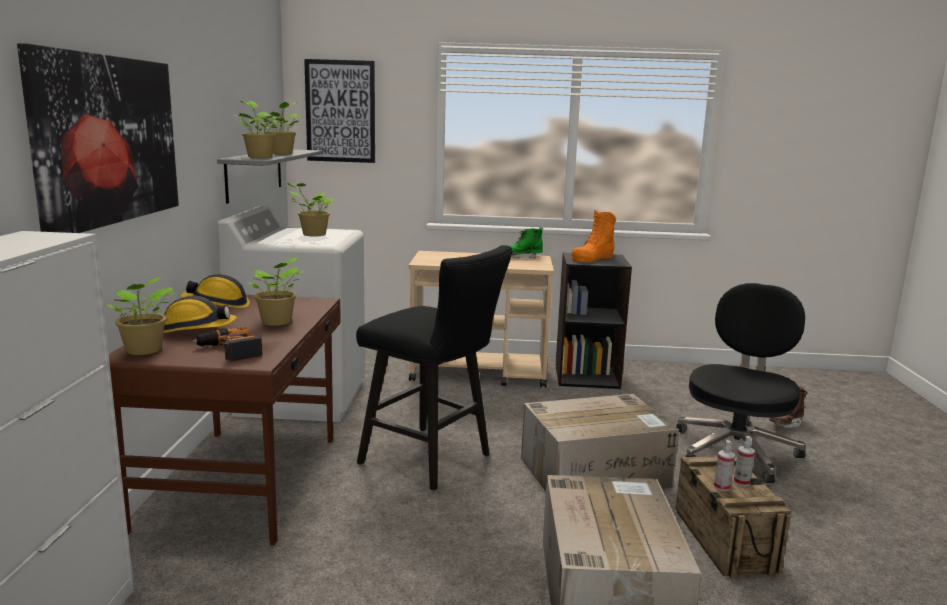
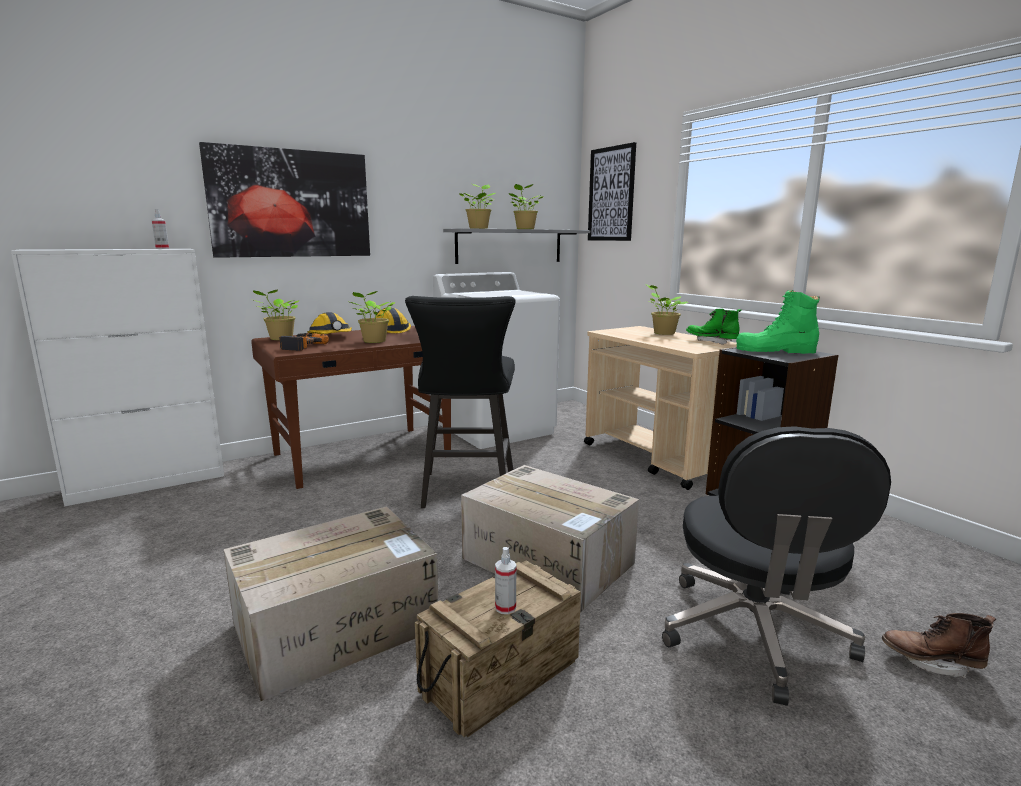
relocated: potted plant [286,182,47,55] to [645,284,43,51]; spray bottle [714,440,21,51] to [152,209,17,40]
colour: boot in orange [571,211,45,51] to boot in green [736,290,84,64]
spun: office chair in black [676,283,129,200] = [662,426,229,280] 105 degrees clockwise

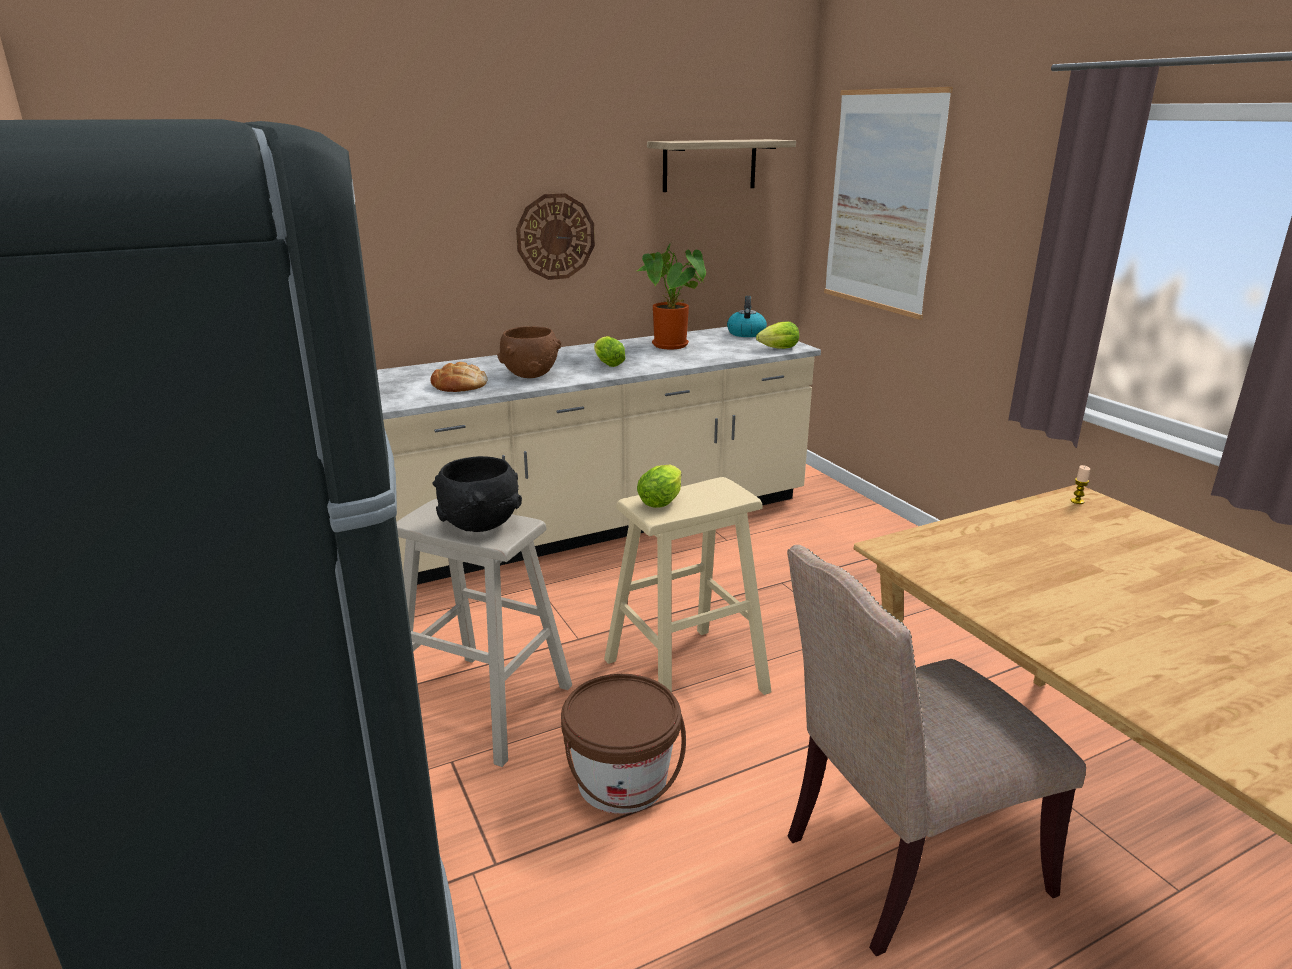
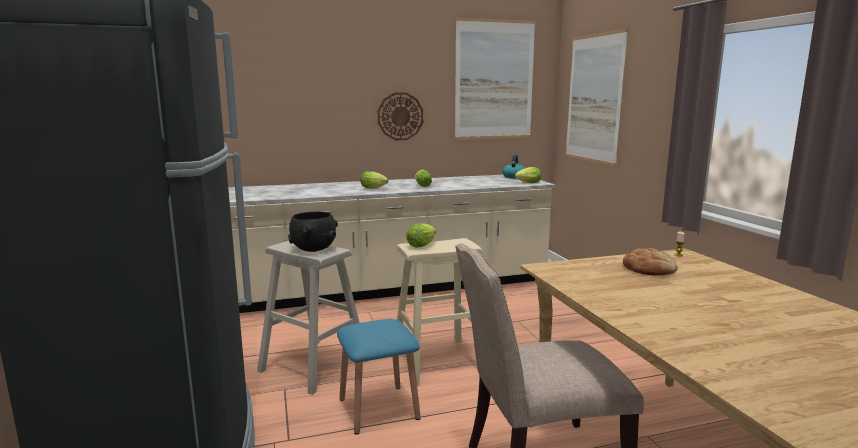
missing: potted plant [637,243,69,107]
relocated: bread [430,362,57,30] to [623,248,55,28]
exchanged: bowl in brown [497,326,64,52] to lettuce [361,171,27,18]; bucket in brown [561,674,125,140] to stool in blue [337,319,84,116]; shelf [647,139,149,53] to picture [454,18,82,121]

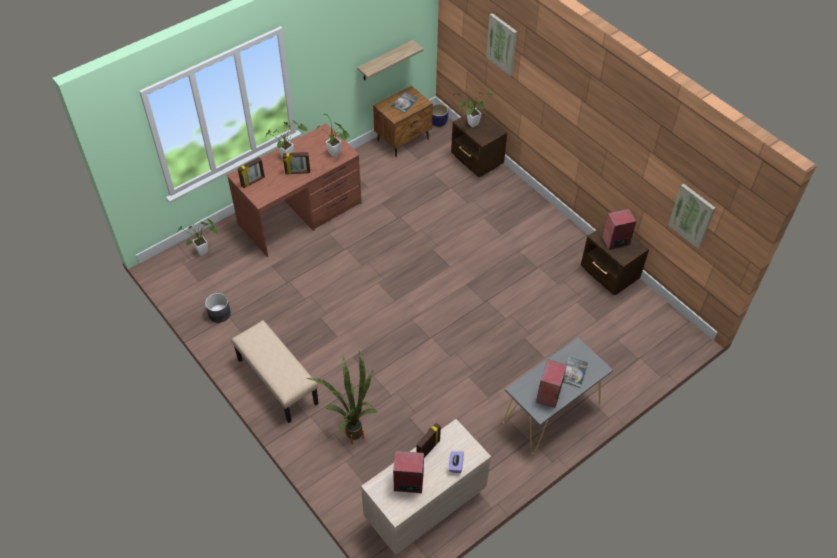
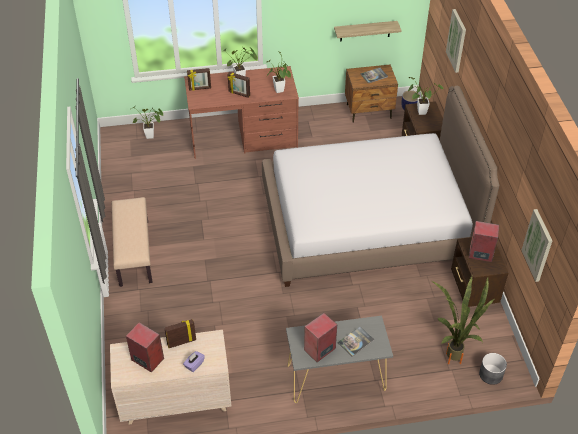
appeared: bed [262,86,237,201]
relocated: planter in grey [205,293,26,30] to [479,353,28,32]; potted plant [307,351,71,94] to [432,276,62,88]

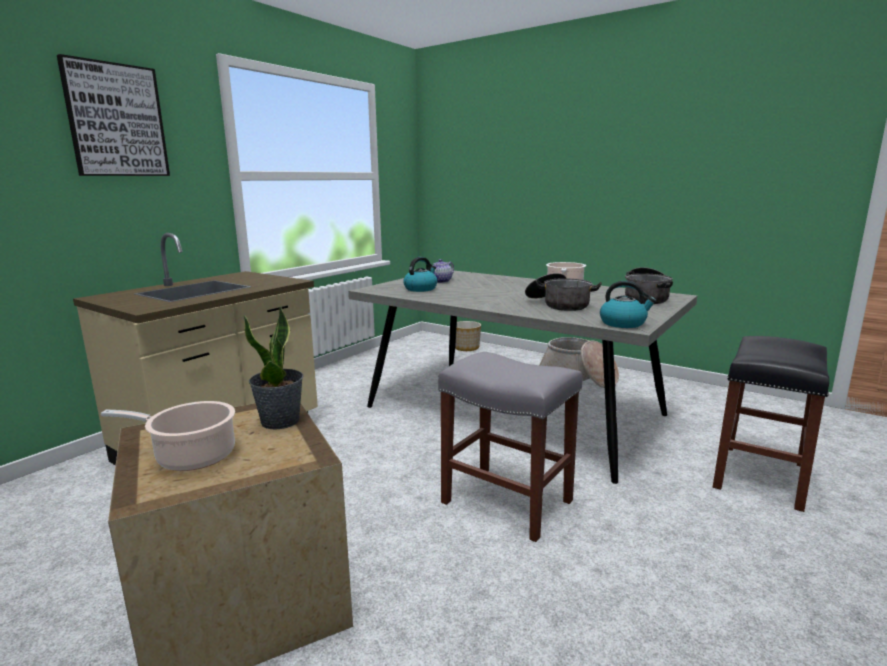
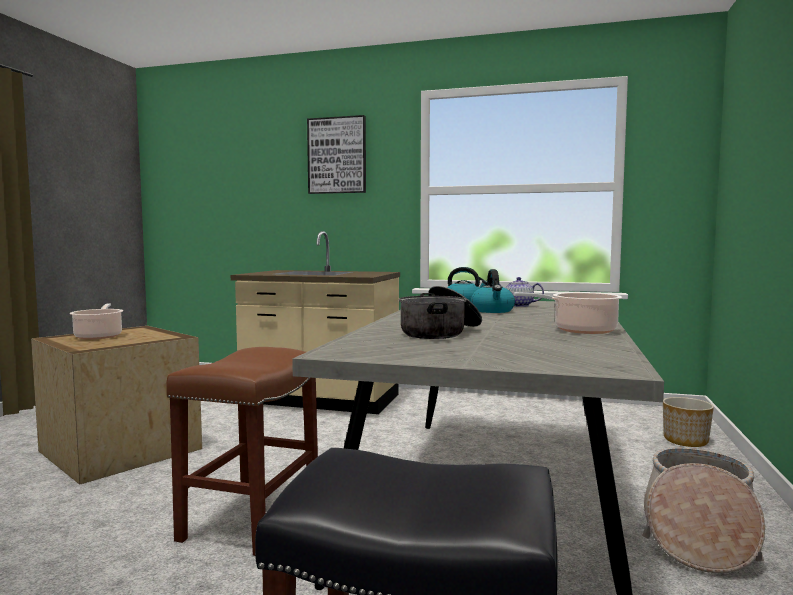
missing: potted plant [244,306,59,124]; cooking pot [625,267,48,37]
relocated: kettle [600,281,56,47] to [471,269,44,44]
colour: stool in grey [438,352,144,190] to stool in brown [166,347,152,209]

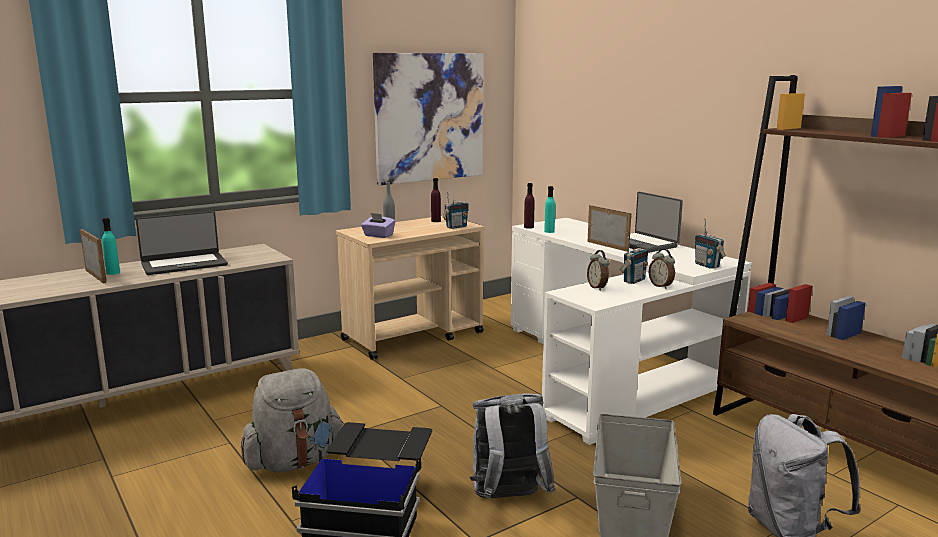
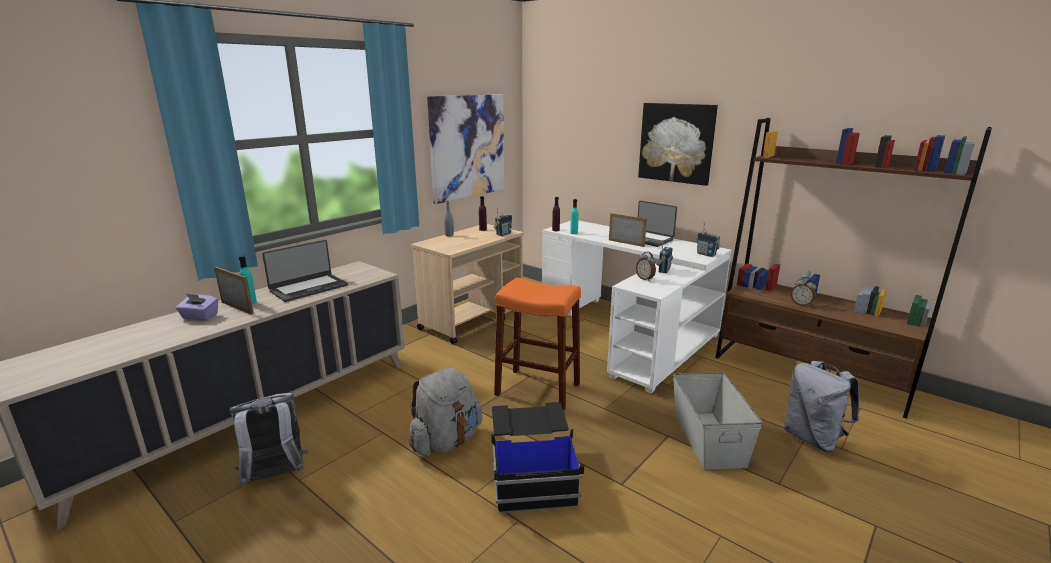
appeared: stool in orange [494,278,87,133]; picture [638,103,80,83]
relocated: tissue box in purple [361,213,34,25] to [176,294,42,26]; backpack in grey [470,393,86,106] to [230,393,78,94]; alarm clock [649,249,26,40] to [791,277,25,30]

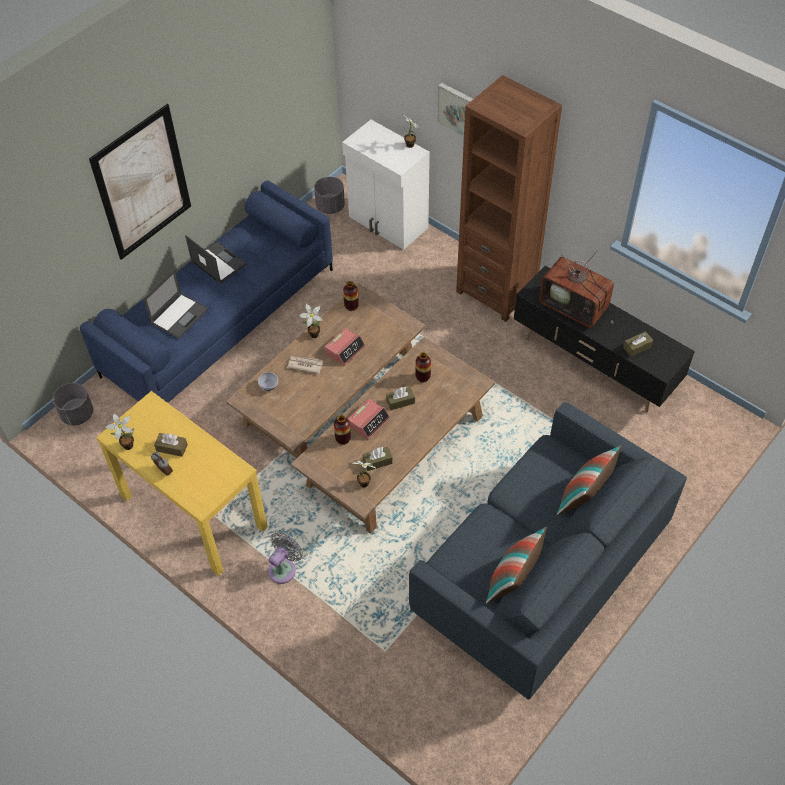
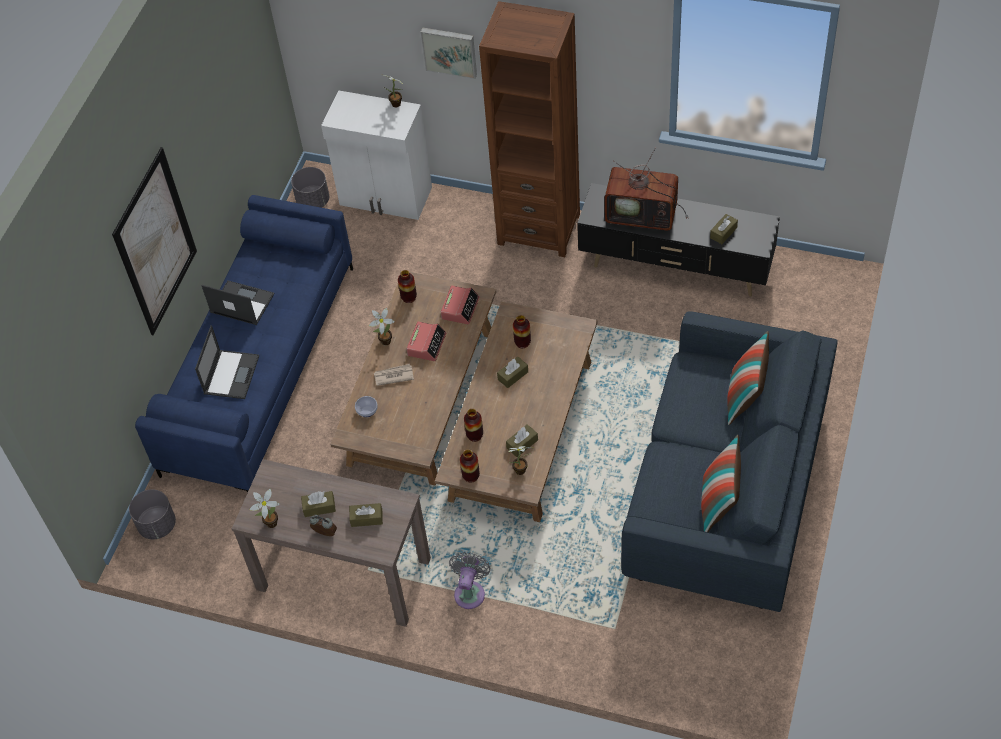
appeared: tissue box in brown [349,503,34,24]; vase [460,450,20,33]
relocated: alarm clock [348,399,42,40] to [441,286,39,38]
colour: console table in yellow [96,391,172,185] to console table in brown [232,459,199,168]

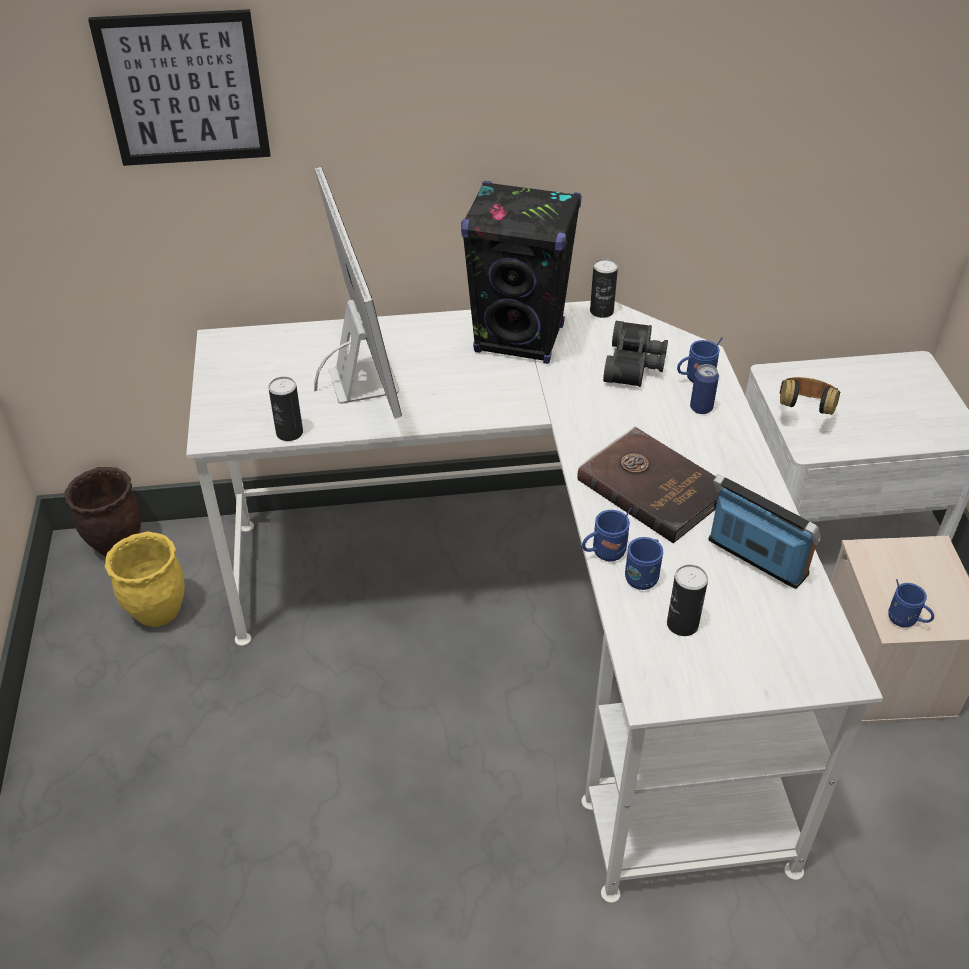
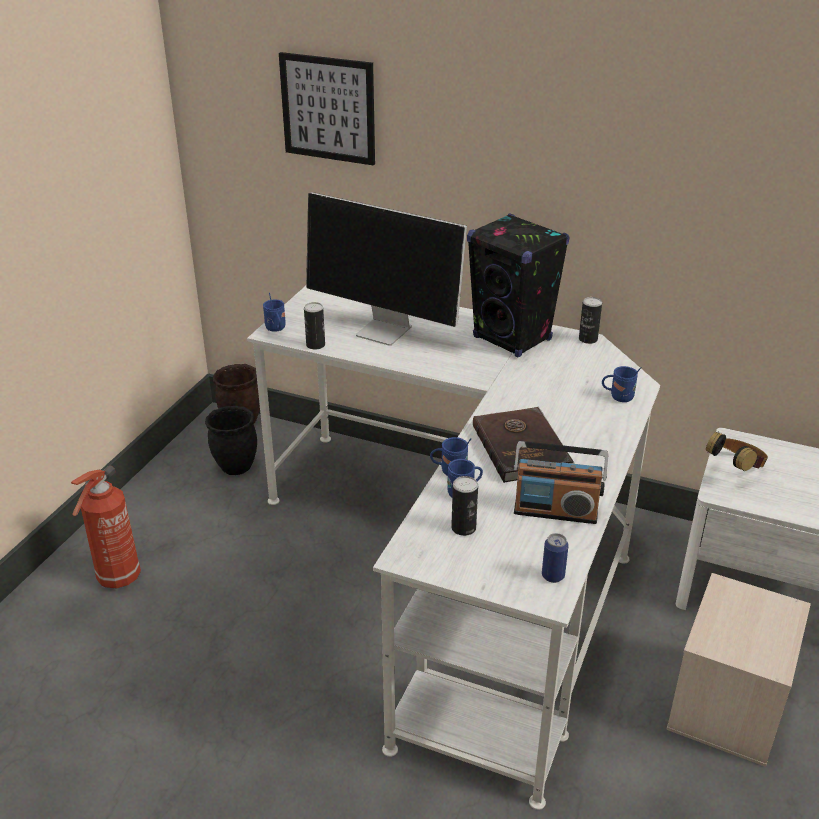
missing: binoculars in black [603,321,65,66]
appeared: fire extinguisher [71,465,70,123]
relocated: can [690,364,29,50] to [542,533,27,50]; mug in blue [888,579,46,48] to [263,293,23,39]
colour: planter in yellow [105,531,79,96] to planter in black [205,406,52,69]
spun: monitor [314,167,88,252] = [306,192,161,154] 105 degrees clockwise; radio [708,474,113,115] = [514,441,94,83] 120 degrees clockwise

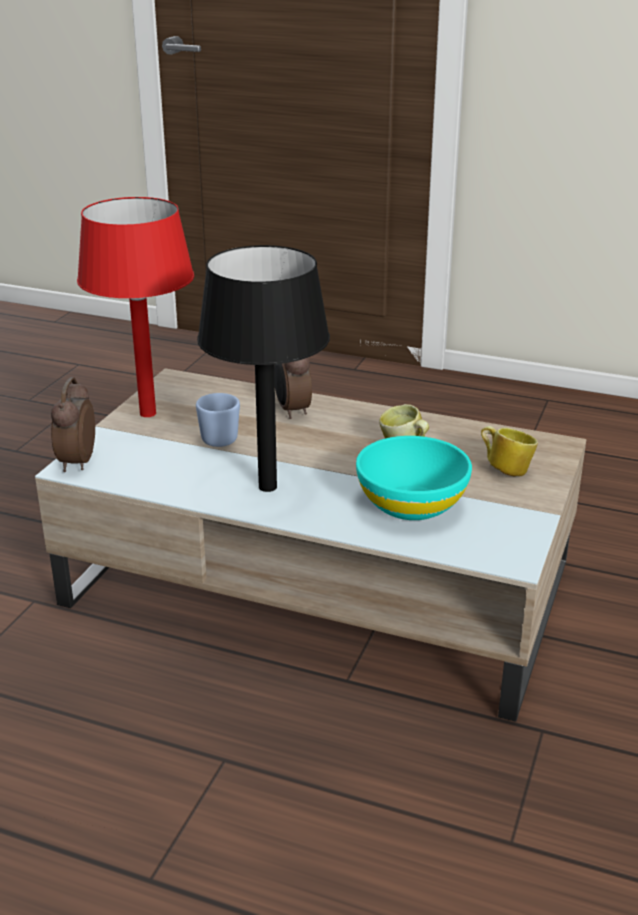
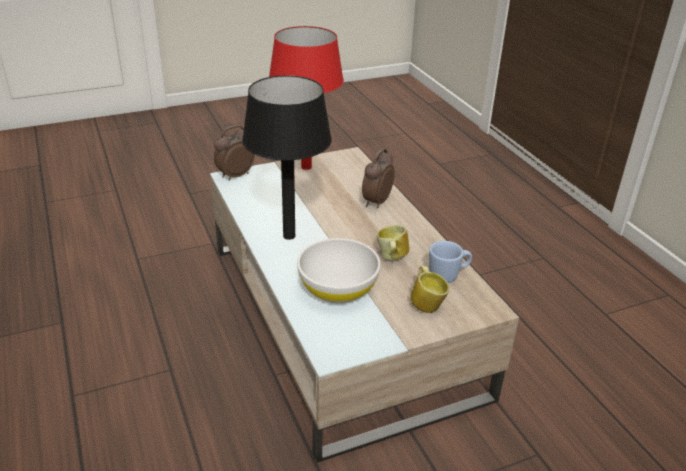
relocated: mug in blue [196,393,44,54] to [429,241,43,42]
colour: bowl in turquoise [356,436,116,84] to bowl in white [297,238,84,65]

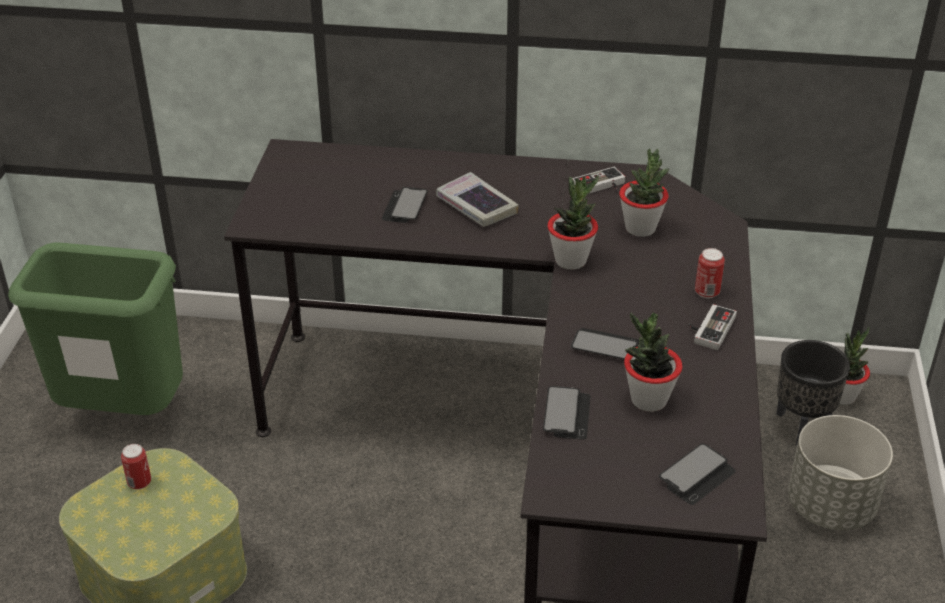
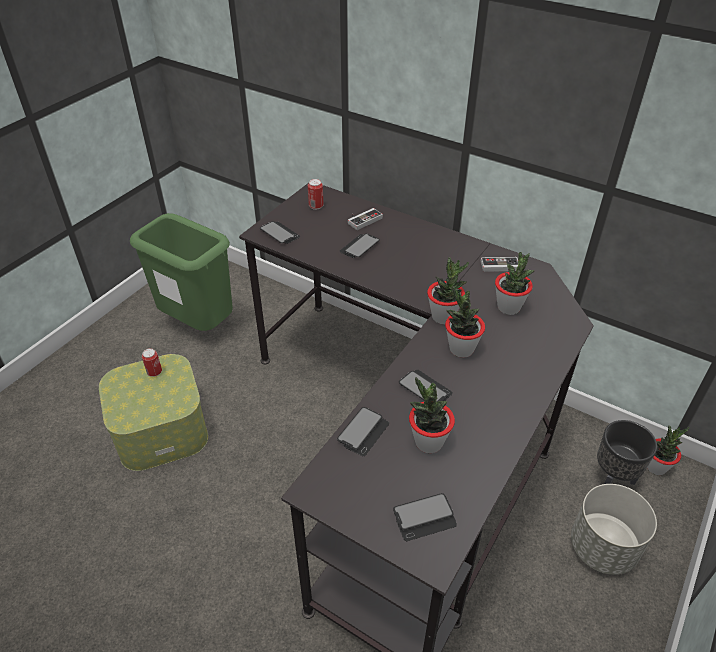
missing: book [436,172,82,55]
appeared: phone [260,221,40,23]; potted plant [445,286,40,72]
relocated: game controller [688,304,49,46] to [348,208,35,22]; can [695,248,30,50] to [308,179,16,31]

